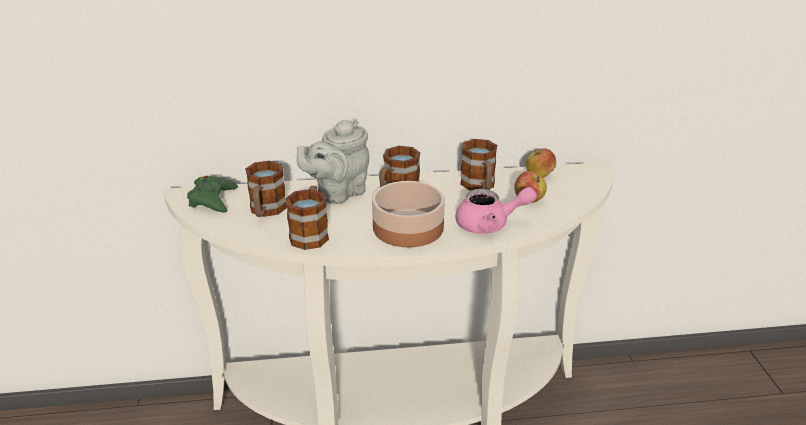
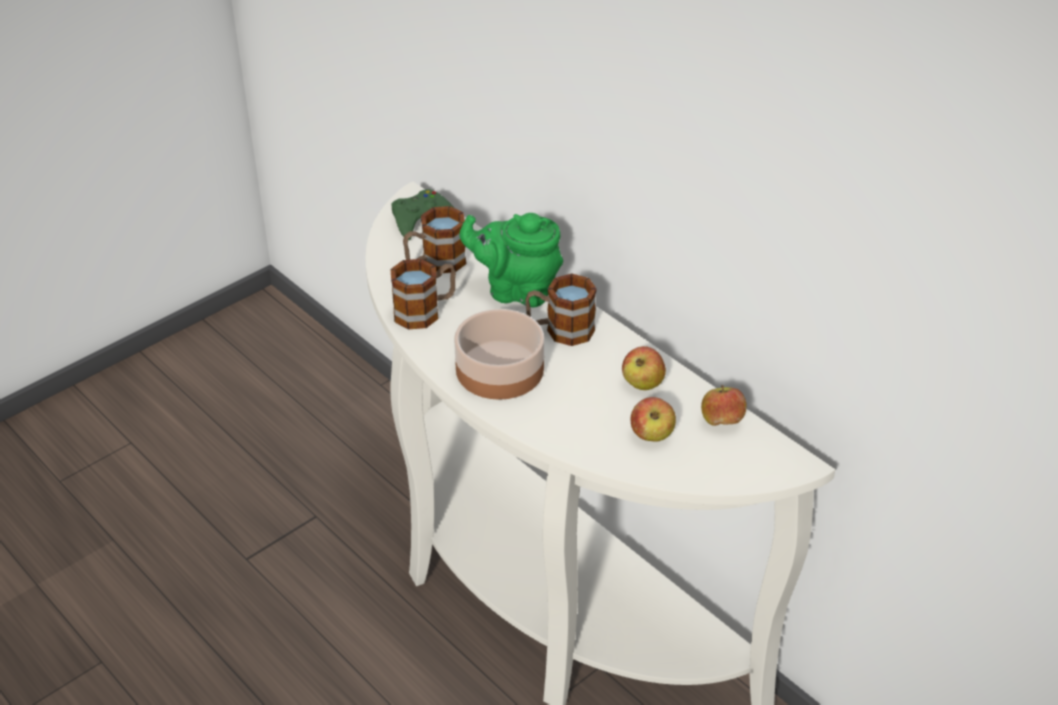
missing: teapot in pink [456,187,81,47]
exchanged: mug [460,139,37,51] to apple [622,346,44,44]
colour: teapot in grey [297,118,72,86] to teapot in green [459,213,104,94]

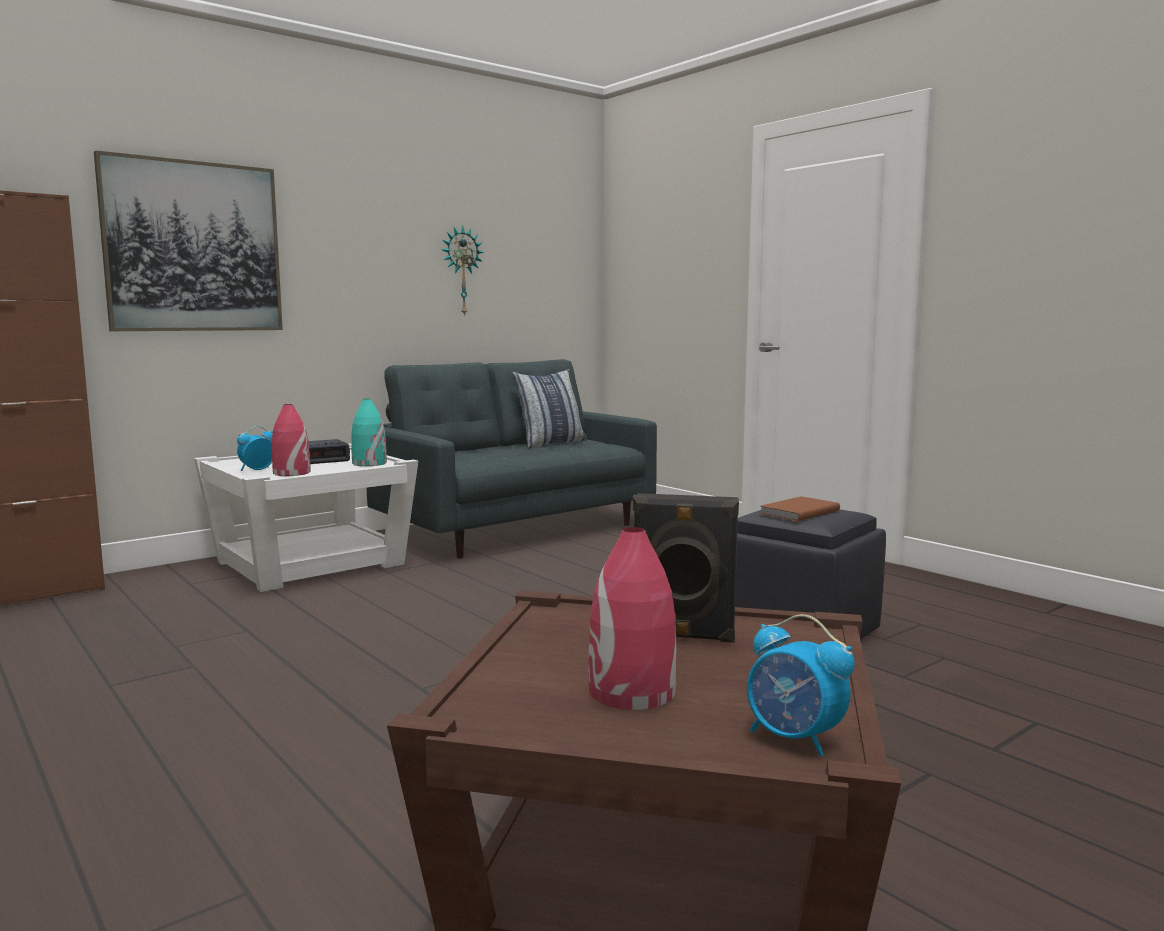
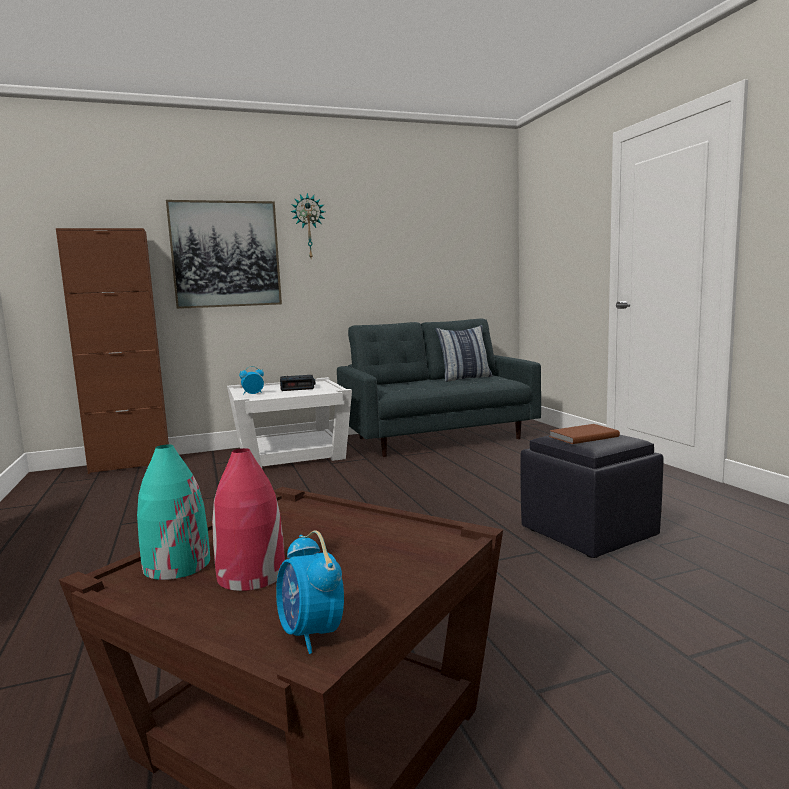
missing: vase in red [272,404,39,72]; speaker in black [633,493,106,150]
relocated: vase in turquoise [351,399,36,67] to [137,444,73,136]; wall clock [442,226,42,91] to [290,193,35,65]

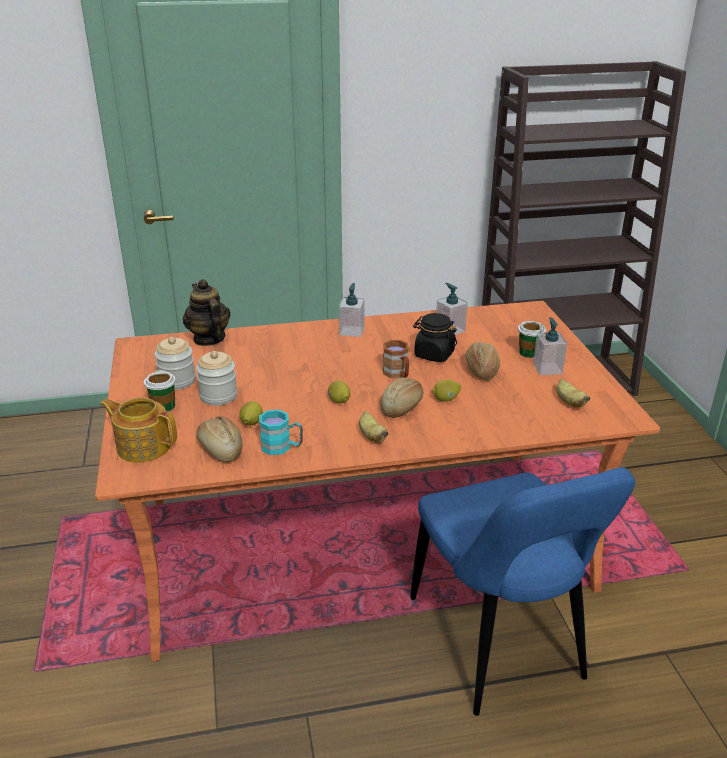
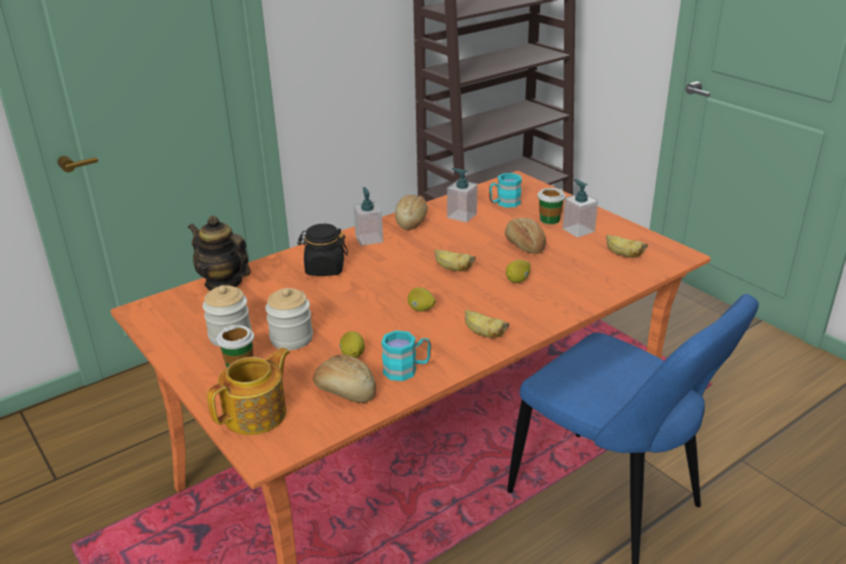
appeared: mug in turquoise [489,173,33,35]
relocated: bread [381,378,42,40] to [395,195,33,35]; jar in black [413,313,44,49] to [297,224,51,52]
exchanged: mug in brown [383,340,26,38] to banana [434,249,42,22]
spun: teapot [100,397,77,66] = [207,348,83,87] 135 degrees clockwise

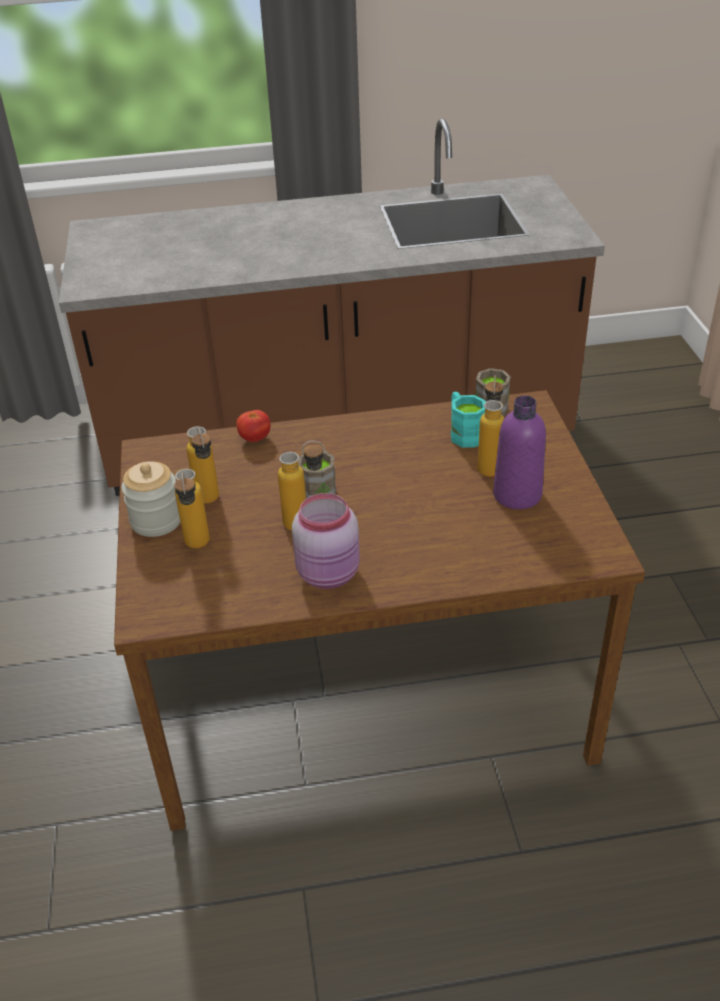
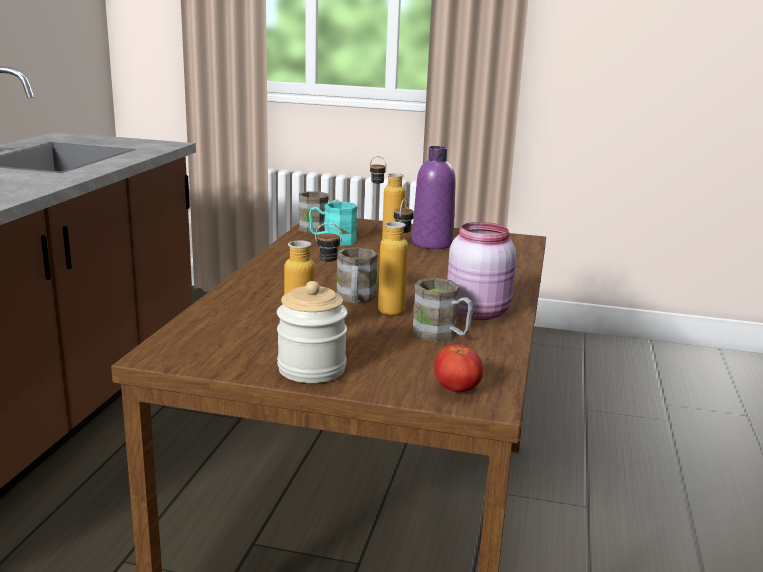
missing: bottle [174,469,36,79]
appeared: mug in brown [412,278,61,64]
relocated: tomato [236,410,34,32] to [434,344,49,48]

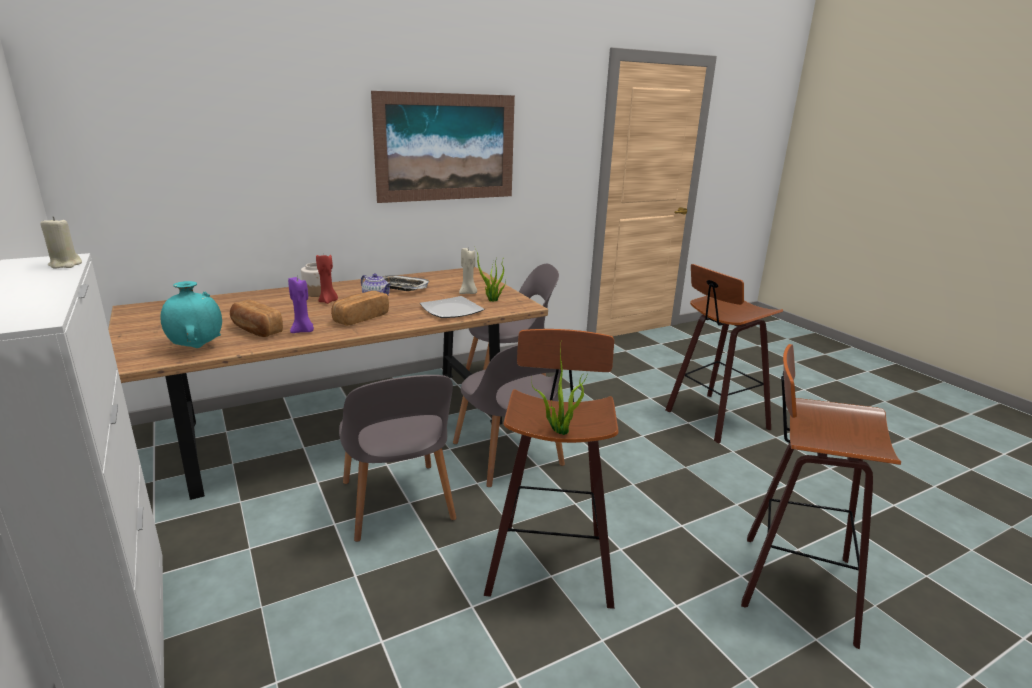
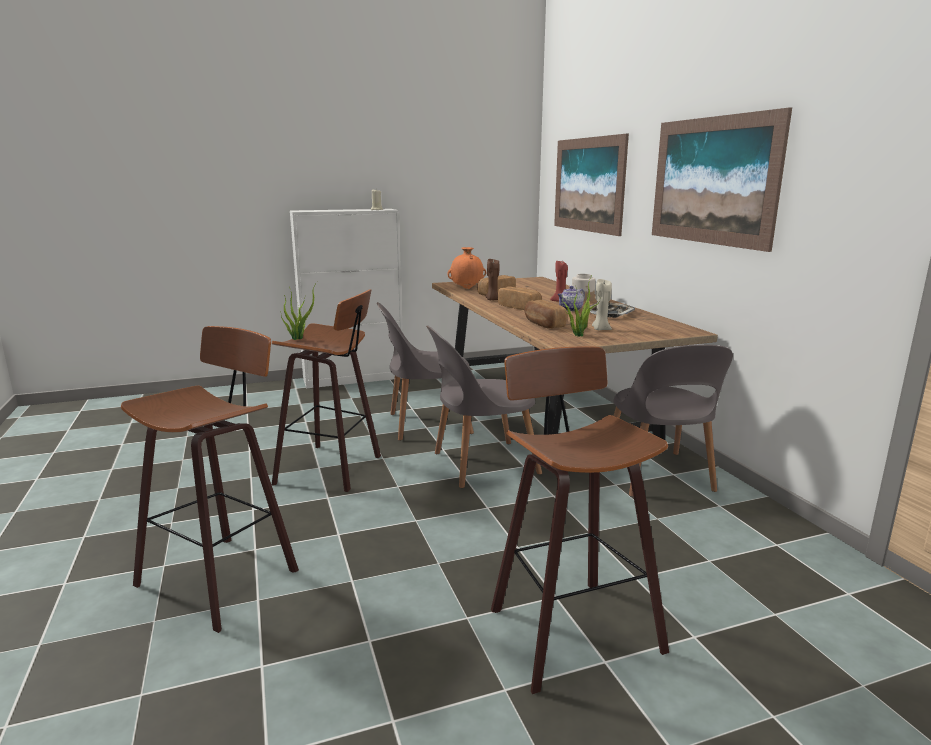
appeared: picture [554,134,75,102]
exchanged: plate [420,296,64,22] to bread [524,300,43,29]
colour: vase in turquoise [160,281,62,67] to vase in orange [447,247,39,42]; candle in purple [288,277,26,56] to candle in brown [485,259,14,41]

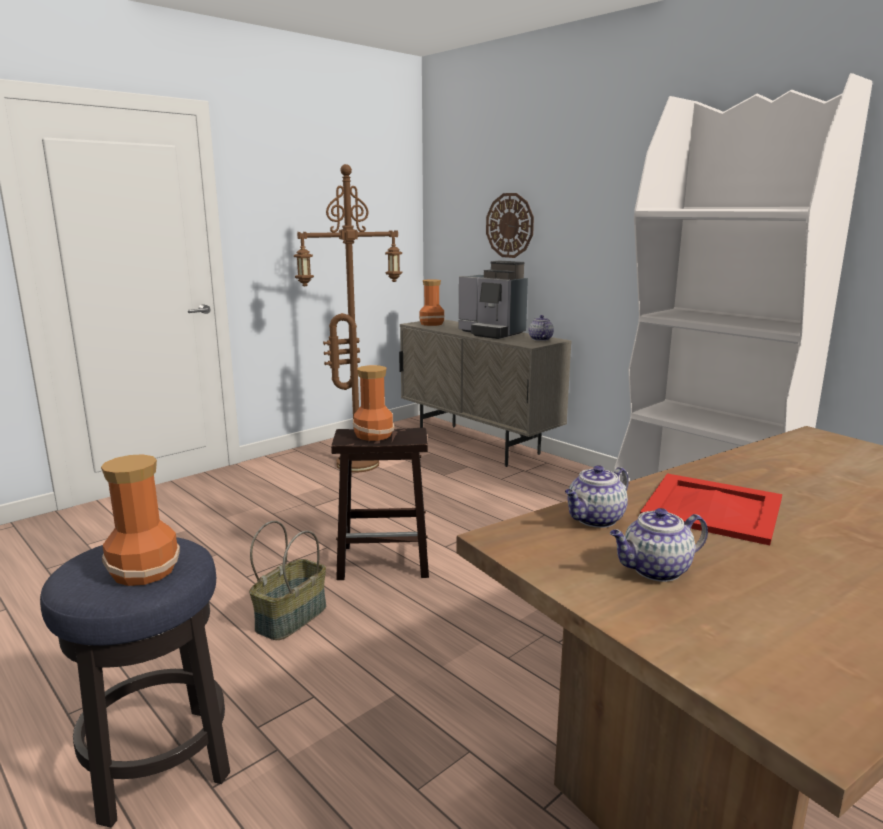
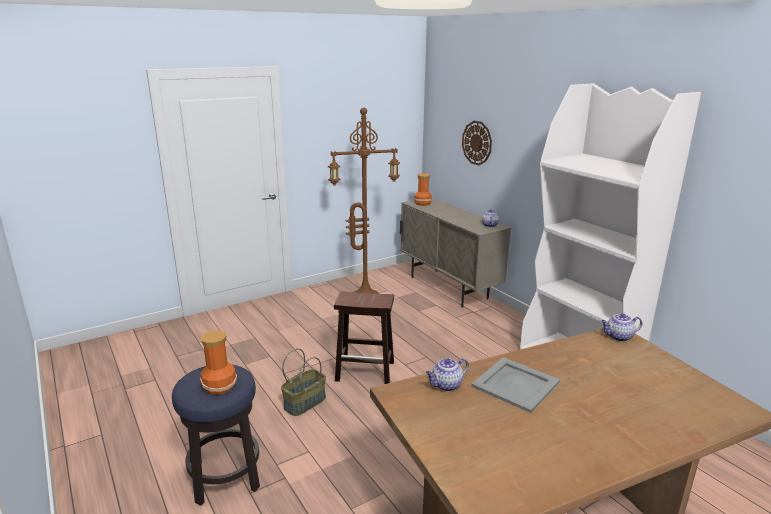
missing: vase [353,365,41,76]; coffee machine [459,261,69,78]
relocated: teapot [610,508,98,74] to [601,313,41,29]
colour: tray in red [640,473,142,72] to tray in grey [471,357,89,56]

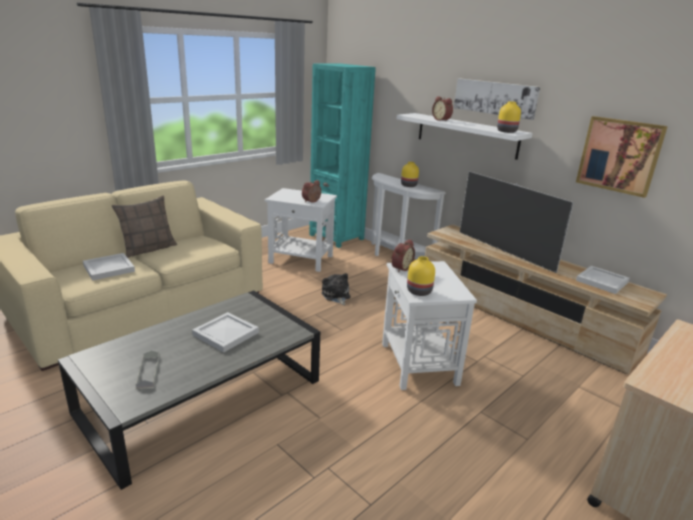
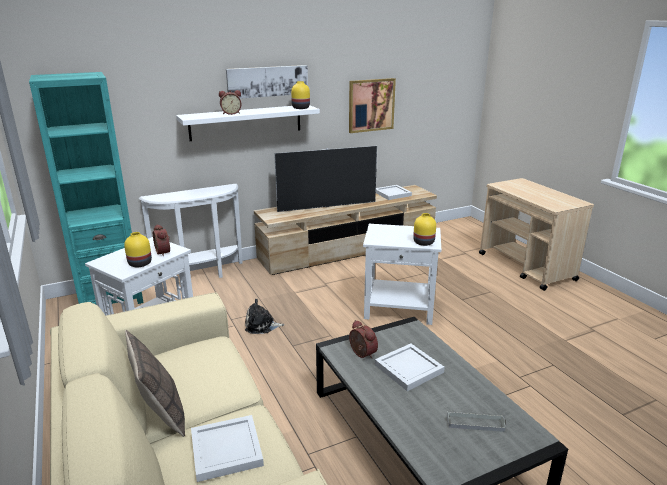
relocated: alarm clock [391,240,24,33] to [349,320,29,39]; vase in yellow [401,162,18,25] to [124,232,28,35]

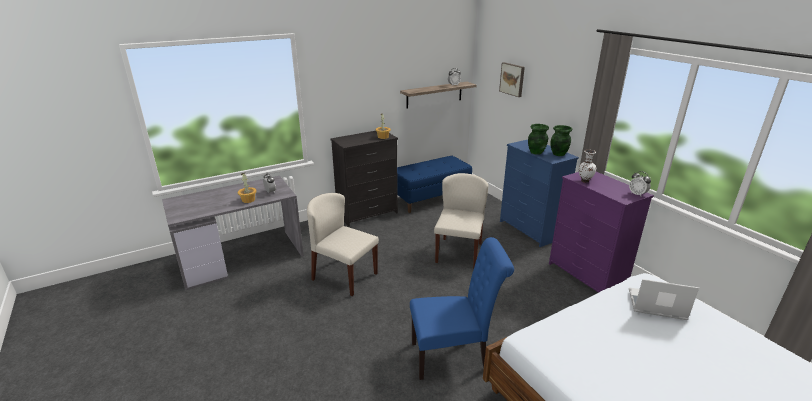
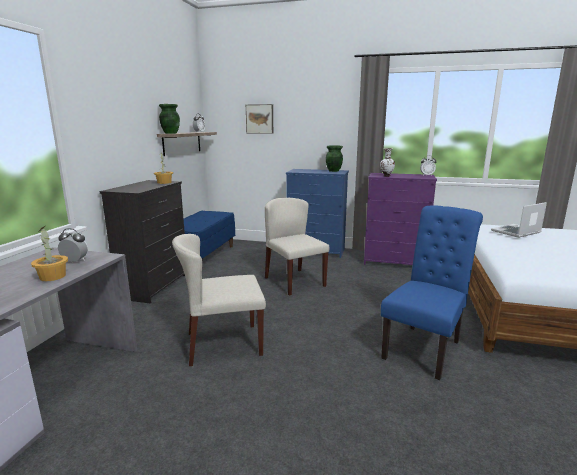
relocated: vase in green [528,124,21,31] to [159,104,21,30]

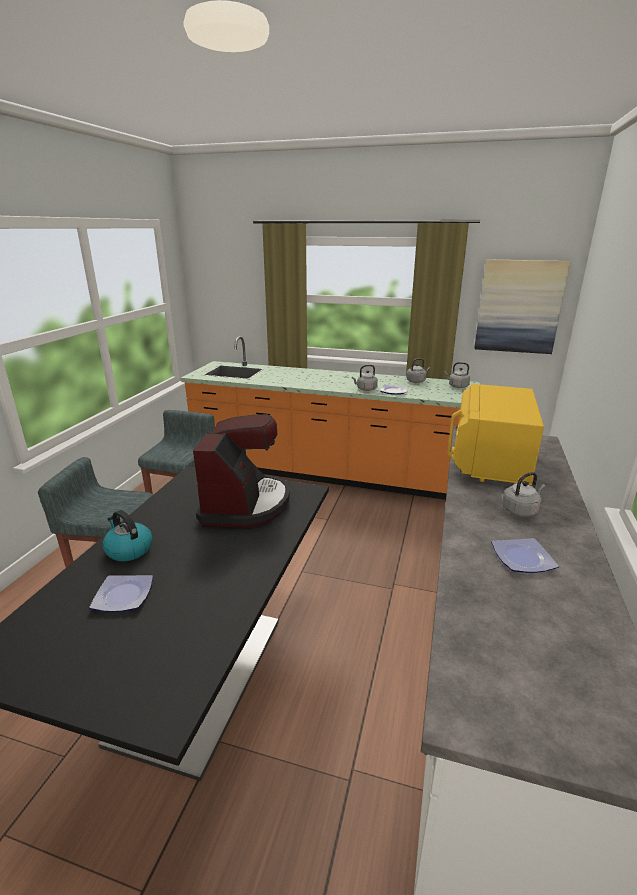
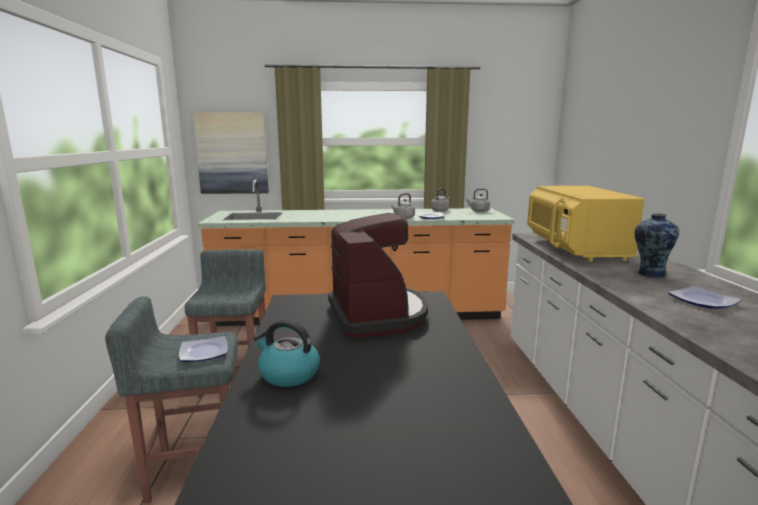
relocated: plate [89,575,64,37] to [179,336,49,26]; picture [474,260,97,94] to [193,112,76,82]
exchanged: kettle in grey [502,472,43,45] to vase [635,213,44,65]

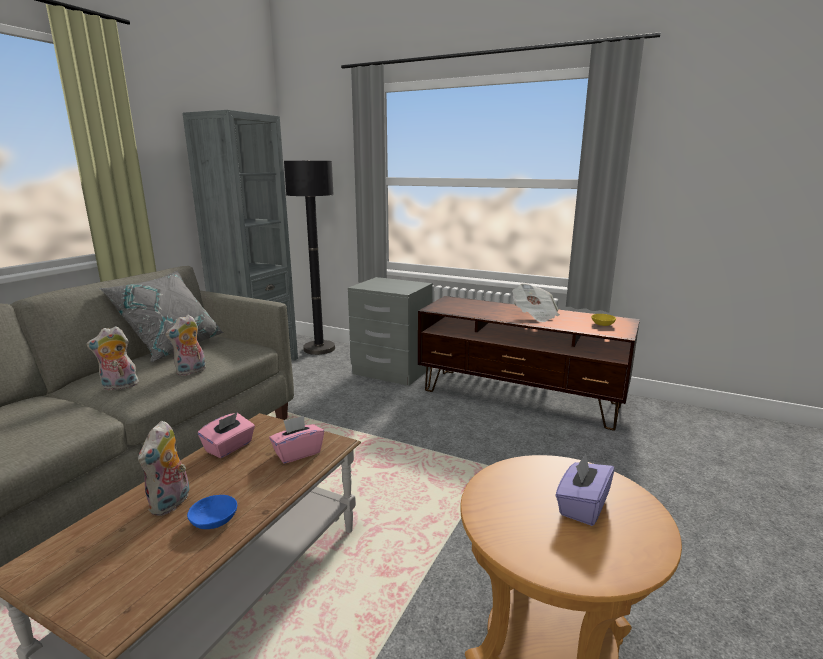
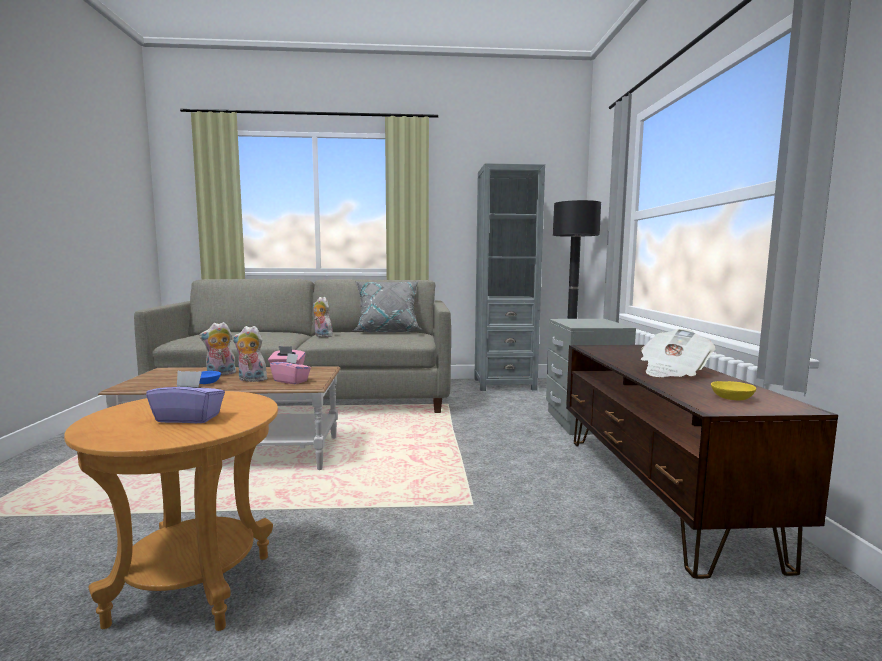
relocated: plush toy [165,315,41,61] to [233,326,38,56]

